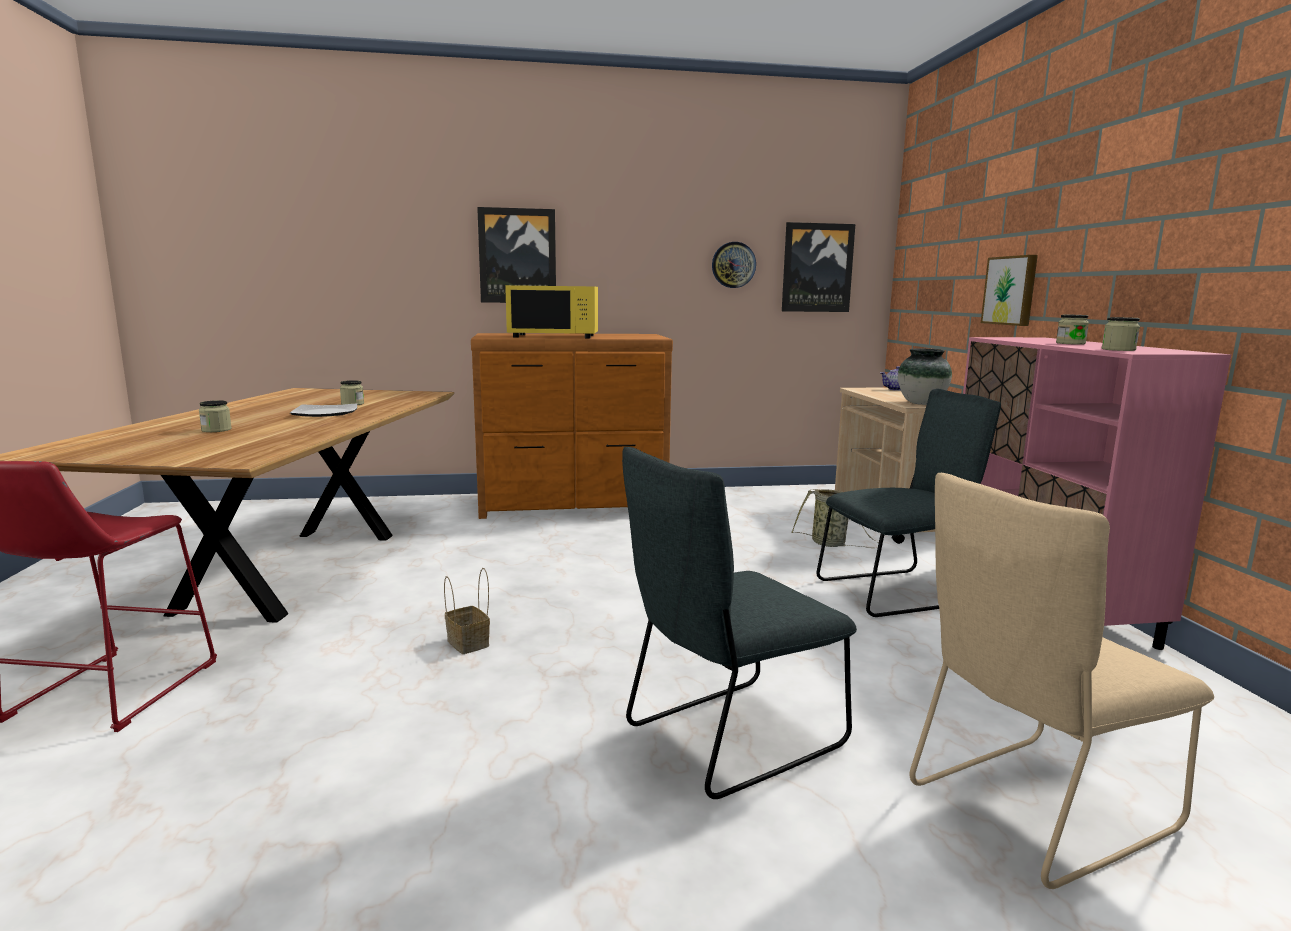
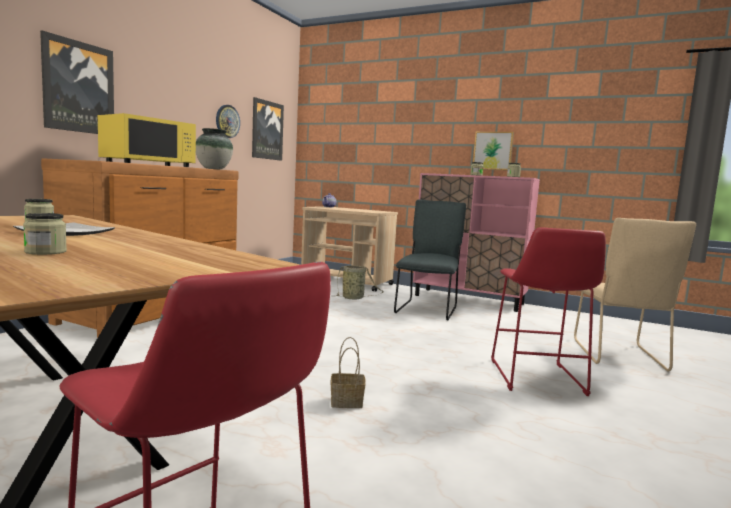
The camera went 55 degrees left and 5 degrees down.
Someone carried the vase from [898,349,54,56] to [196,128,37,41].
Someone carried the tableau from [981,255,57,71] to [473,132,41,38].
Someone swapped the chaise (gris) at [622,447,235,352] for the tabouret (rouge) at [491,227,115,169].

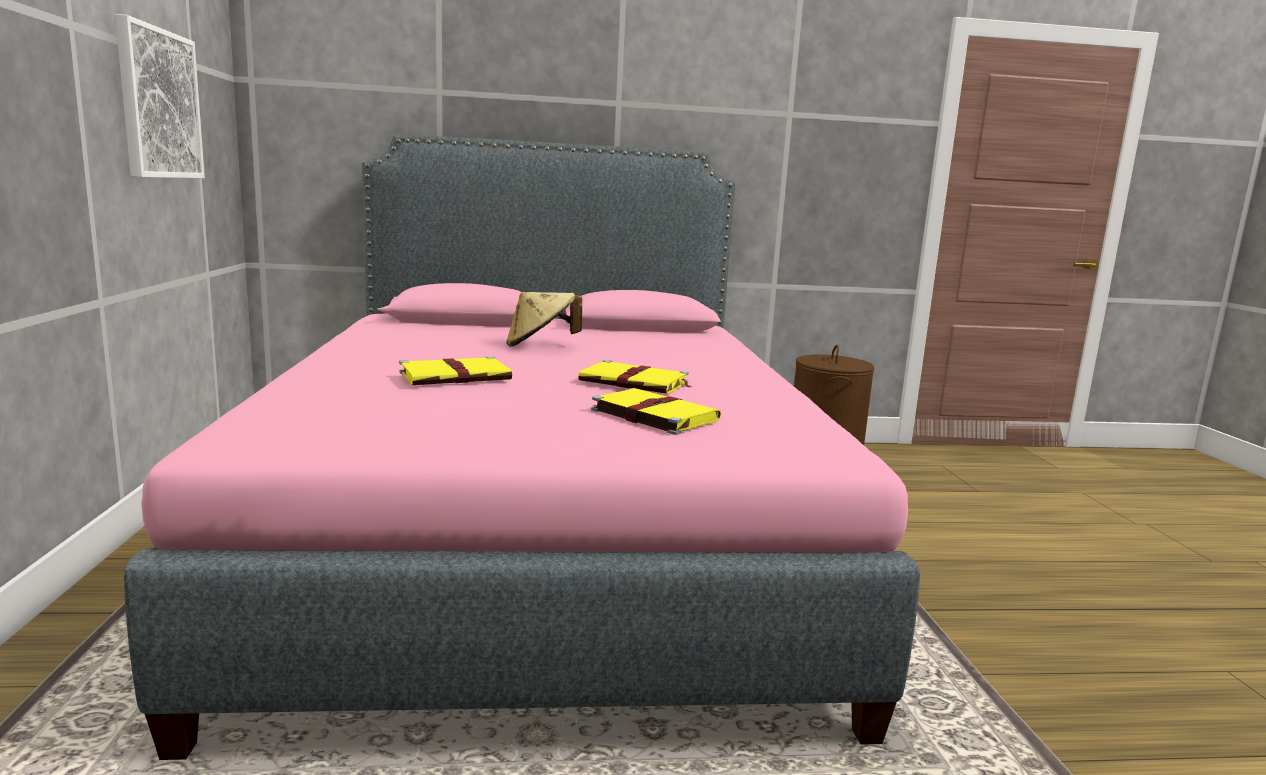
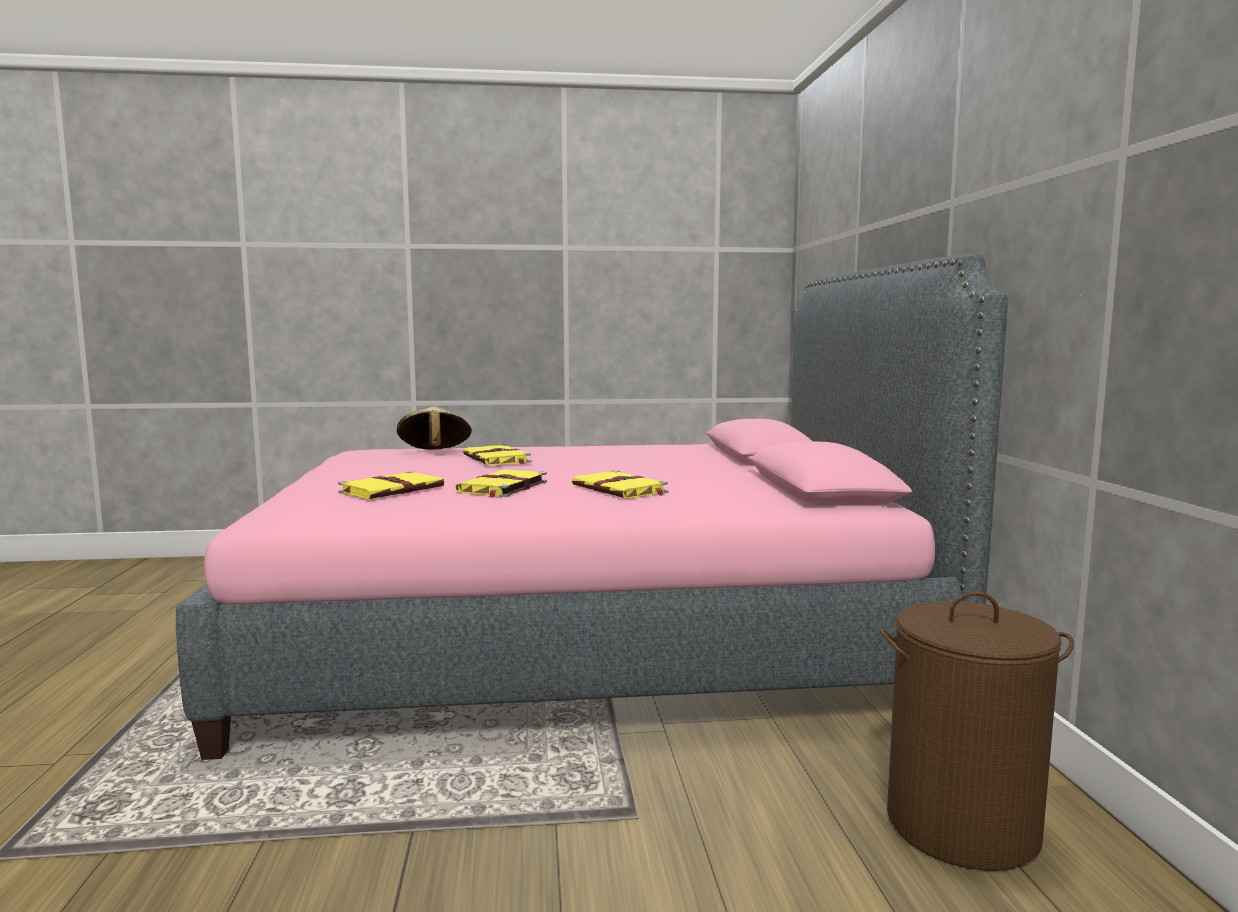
The camera went 90 degrees right and 5 degrees down.
Someone carried the chapeau (beige) from [506,292,76,54] to [397,406,75,44].
Someone put down the livre (jaune) at [572,470,96,29].
Someone took away the tableau at [115,14,90,164].

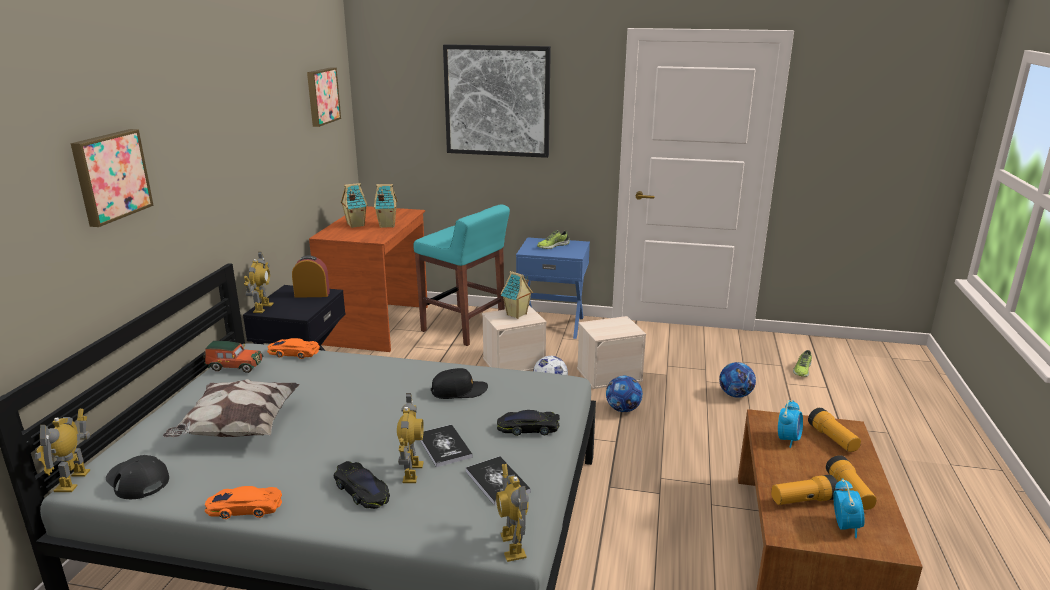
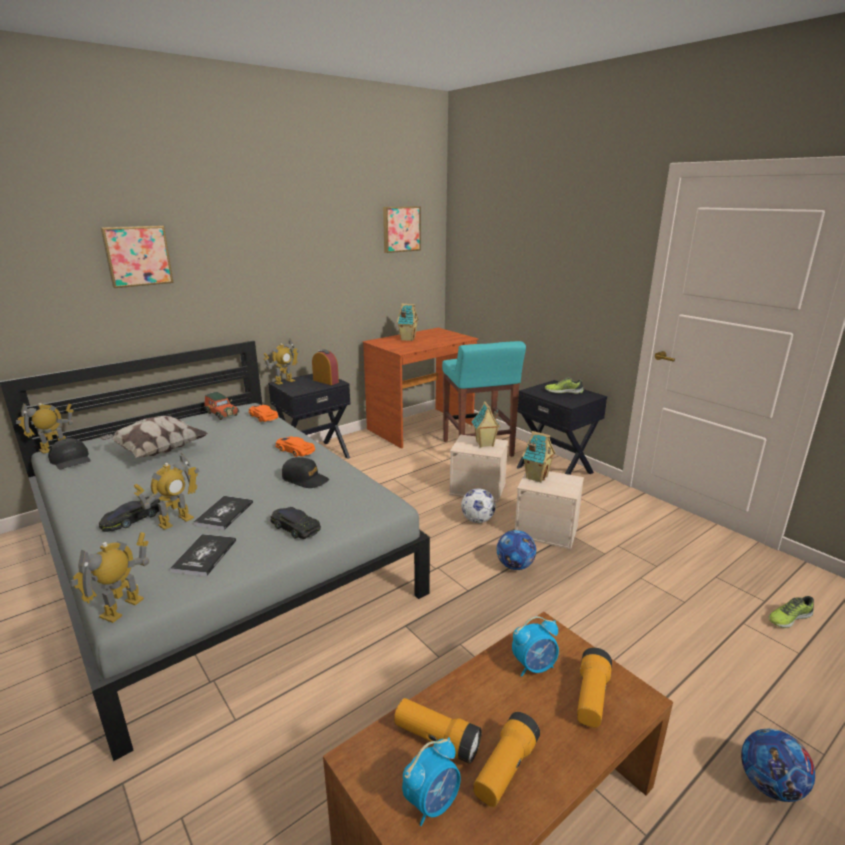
The camera went 40 degrees right and 0 degrees up.
Someone rotated the casquette (noir) at [106,455,63,44] by 150 degrees clockwise.
Someone rotated the petite voiture (noir) at [333,461,57,48] by 45 degrees clockwise.
Someone carried the petite voiture (orange) from [205,486,77,33] to [276,436,39,21].
Someone repainted the table de chevet (bleu) at [516,237,74,102], which became the table de chevet (noir) at [516,380,91,95].
Someone carried the maison miniature from [374,184,24,44] to [522,431,34,52].
Someone carried the ballon de foot from [719,362,37,36] to [741,729,74,73].
Someone took away the tableau at [443,44,108,114].

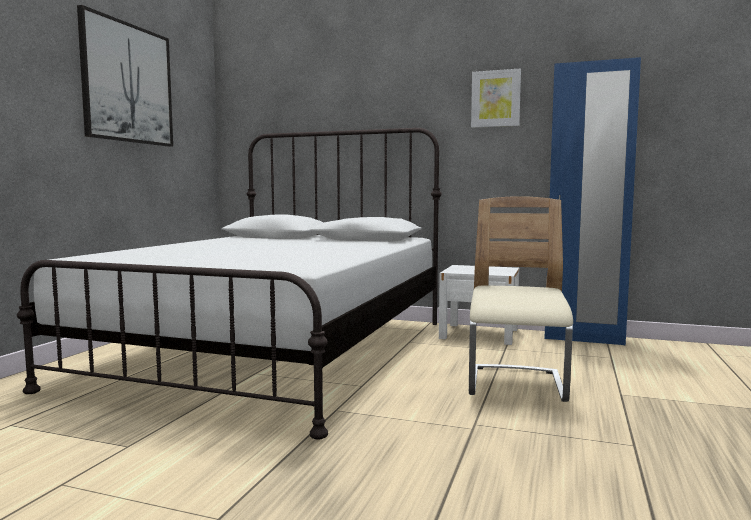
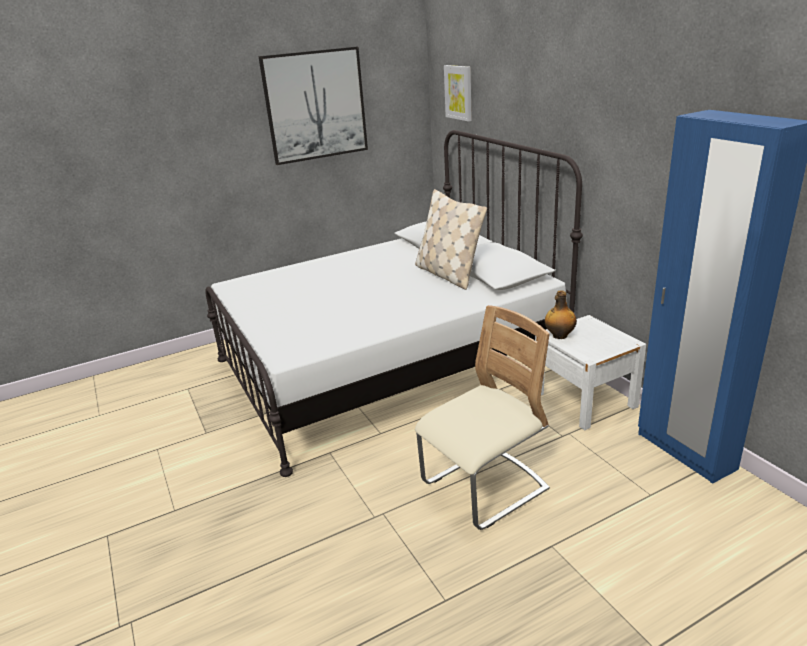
The camera went 45 degrees right and 20 degrees up.
Someone put down the coussin (beige) at [415,189,72,101].
Someone carried the tableau from [471,68,50,60] to [444,65,28,57].
Someone put down the bouteille at [545,290,32,49].

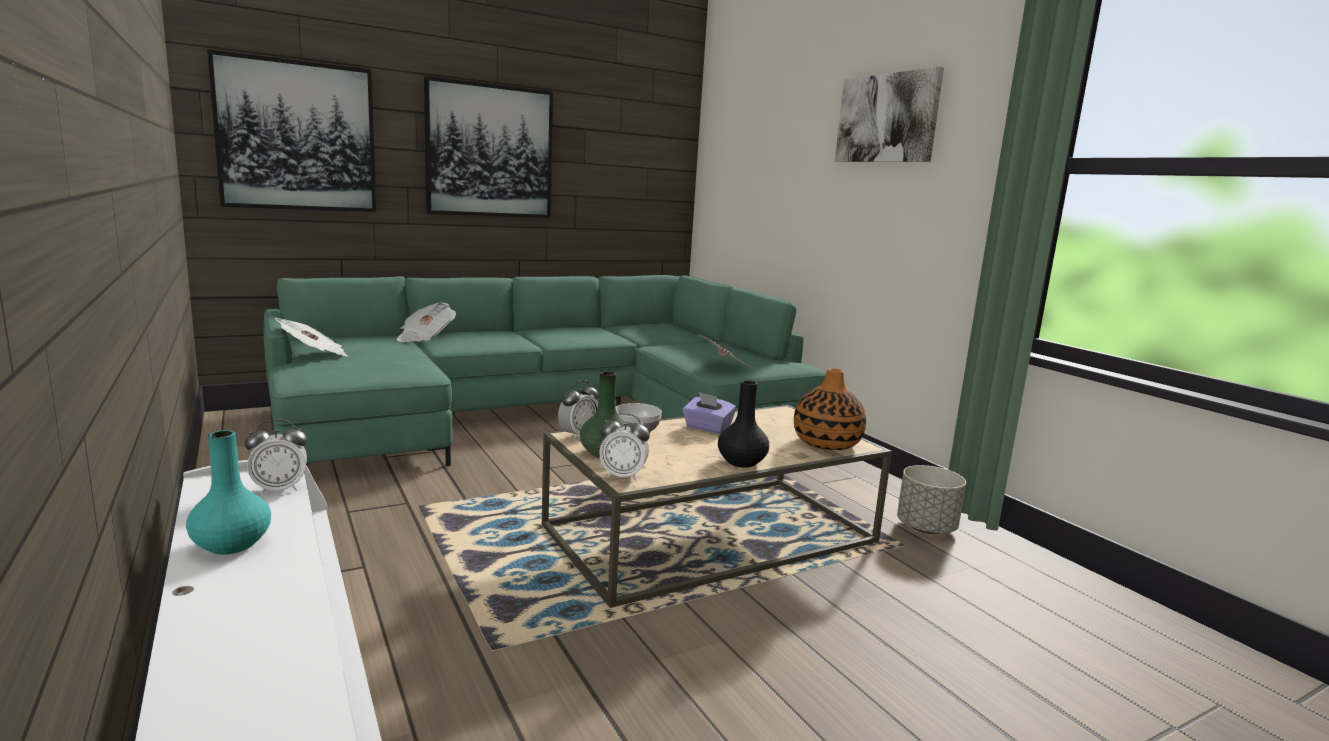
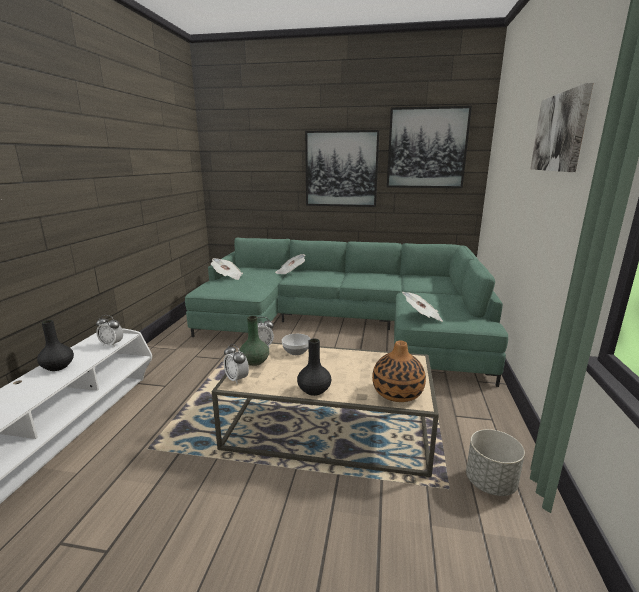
The camera went 40 degrees right and 5 degrees up.
Someone repainted the vase (turquoise) at [186,430,85,125], which became the vase (noir) at [37,320,37,51].
Someone carried the tableau from [207,49,169,163] to [387,106,85,82].
Someone took away the boîte à mouchoirs (violet) at [683,392,53,42].

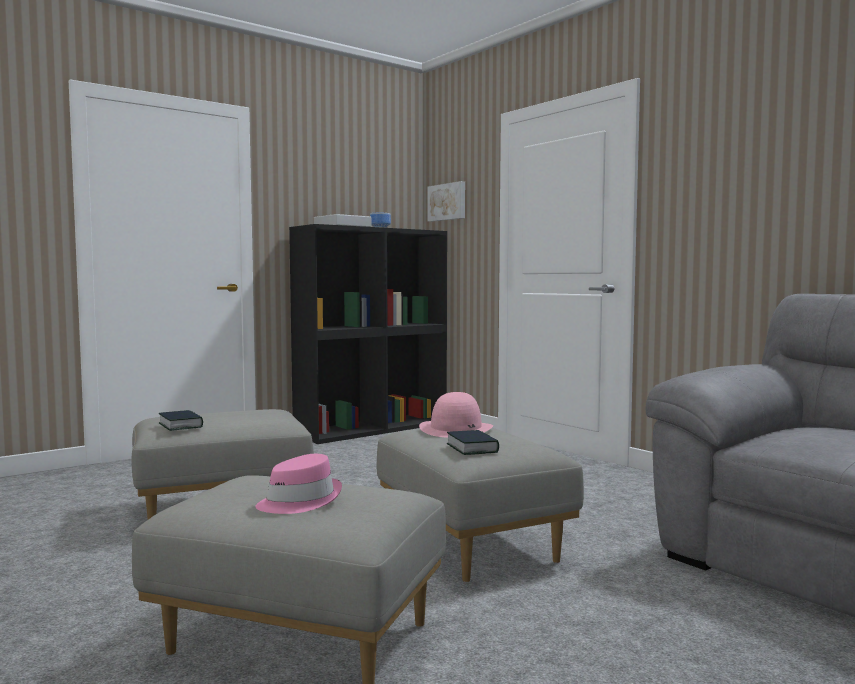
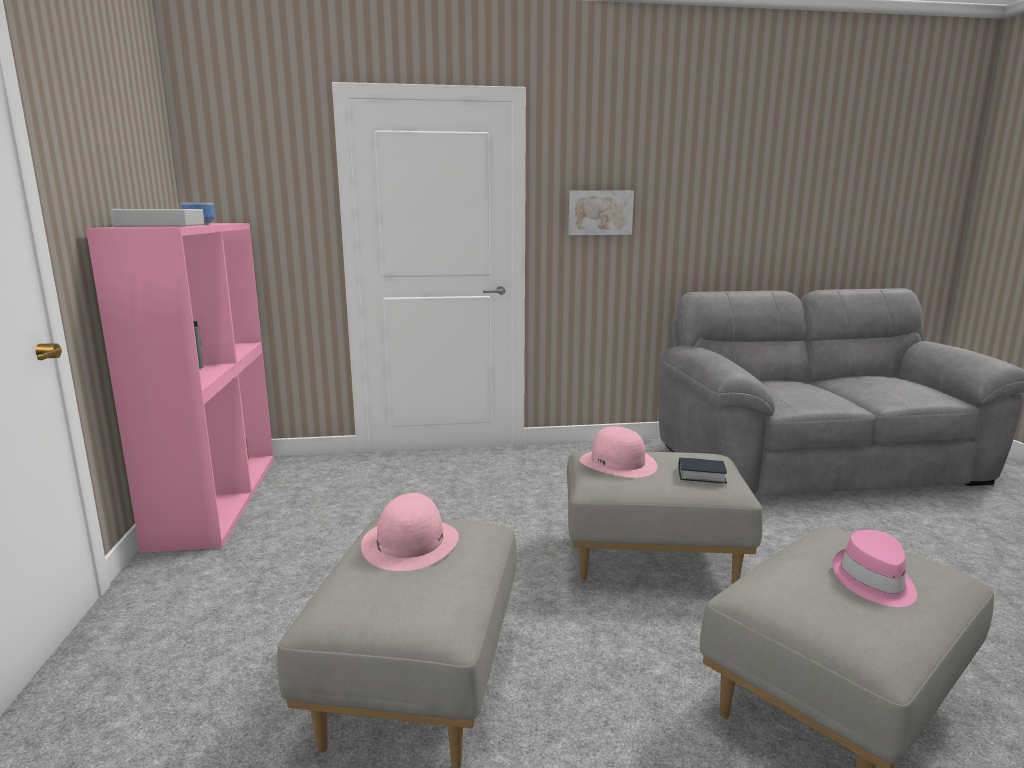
The camera went 60 degrees left and 10 degrees up.
Someone repainted the bibliothèque (noir) at [289,224,158,220], which became the bibliothèque (rose) at [86,223,188,330].
Someone put down the chapeau (rose) at [361,493,98,78].
Someone carried the tableau from [428,181,37,41] to [568,190,66,45].
Someone took away the livre at [159,410,44,21].

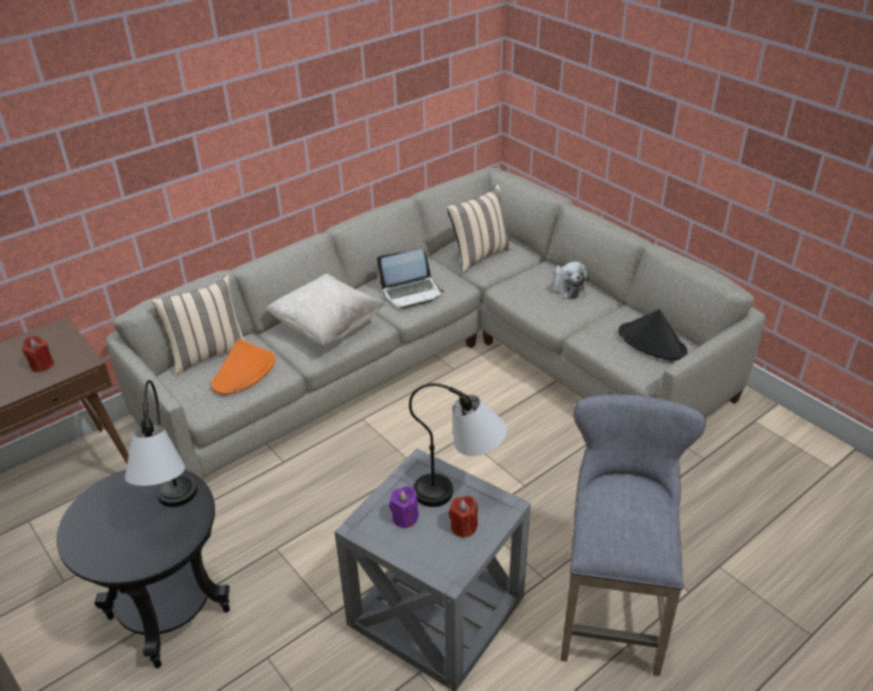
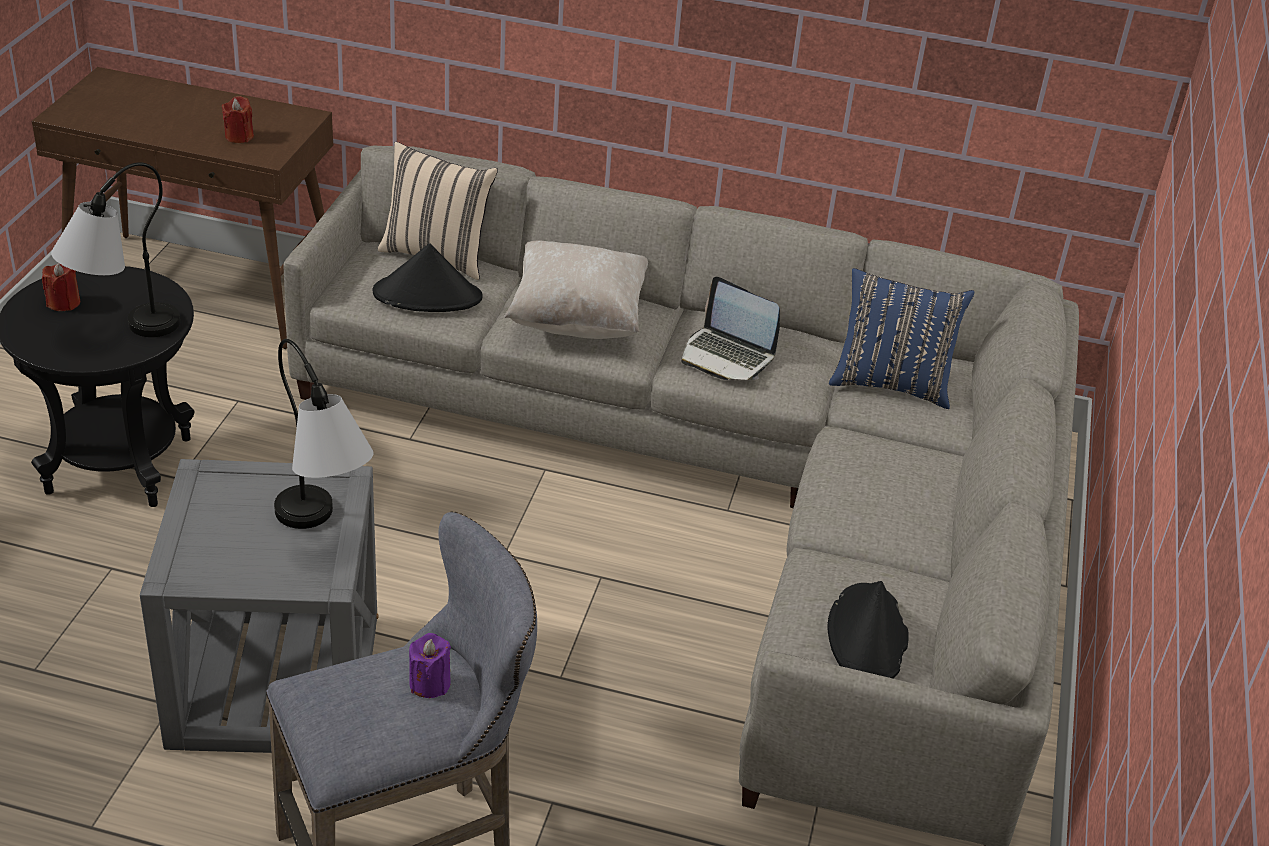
The camera went 50 degrees right and 0 degrees up.
Someone carried the bougie (rouge) from [449,495,29,43] to [42,263,38,48].
Someone repainted the chapeau (orange) at [211,339,64,55], which became the chapeau (noir) at [373,243,109,69].
Someone carried the bougie (violet) from [389,486,30,43] to [409,633,42,65].
Someone repainted the coussin (beige) at [447,184,66,89], which became the coussin (bleu) at [829,268,145,141].
Someone took away the peluche at [553,261,36,38].

